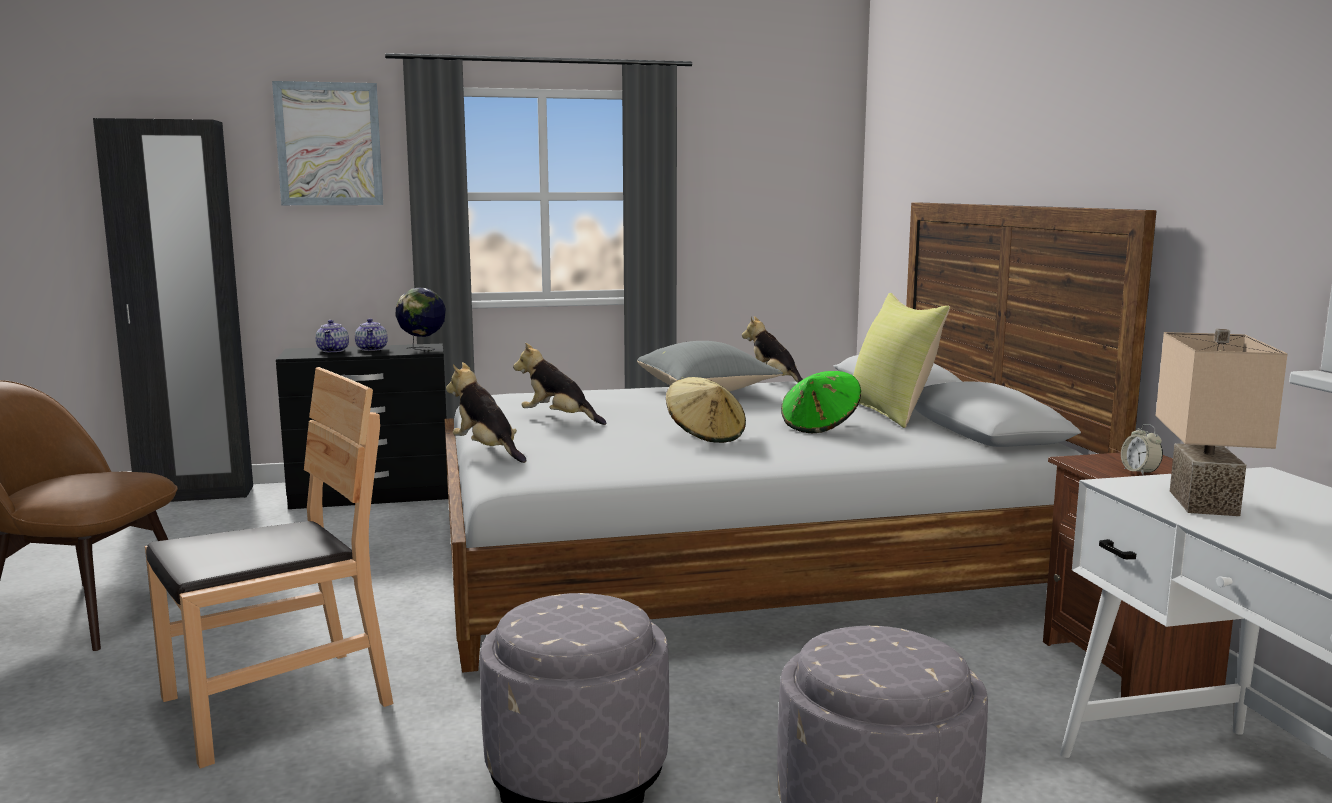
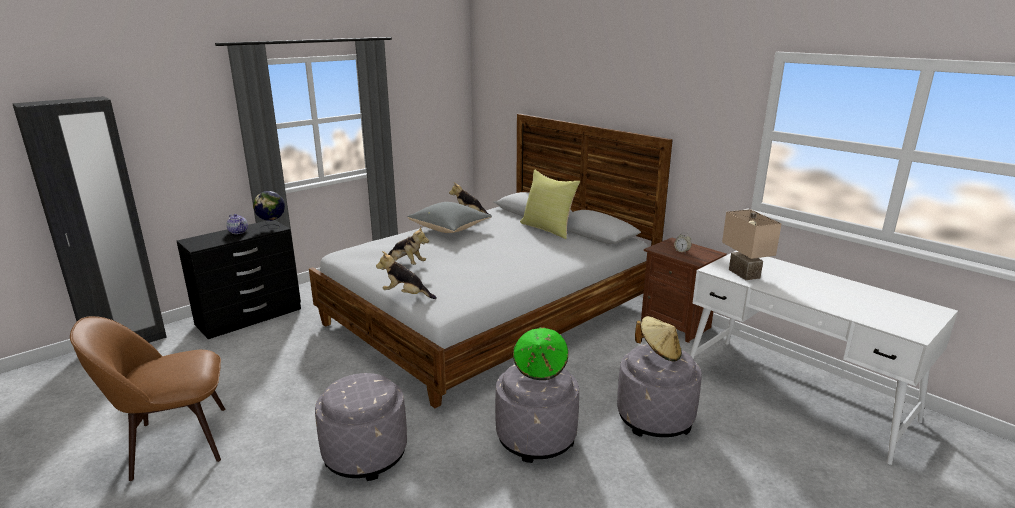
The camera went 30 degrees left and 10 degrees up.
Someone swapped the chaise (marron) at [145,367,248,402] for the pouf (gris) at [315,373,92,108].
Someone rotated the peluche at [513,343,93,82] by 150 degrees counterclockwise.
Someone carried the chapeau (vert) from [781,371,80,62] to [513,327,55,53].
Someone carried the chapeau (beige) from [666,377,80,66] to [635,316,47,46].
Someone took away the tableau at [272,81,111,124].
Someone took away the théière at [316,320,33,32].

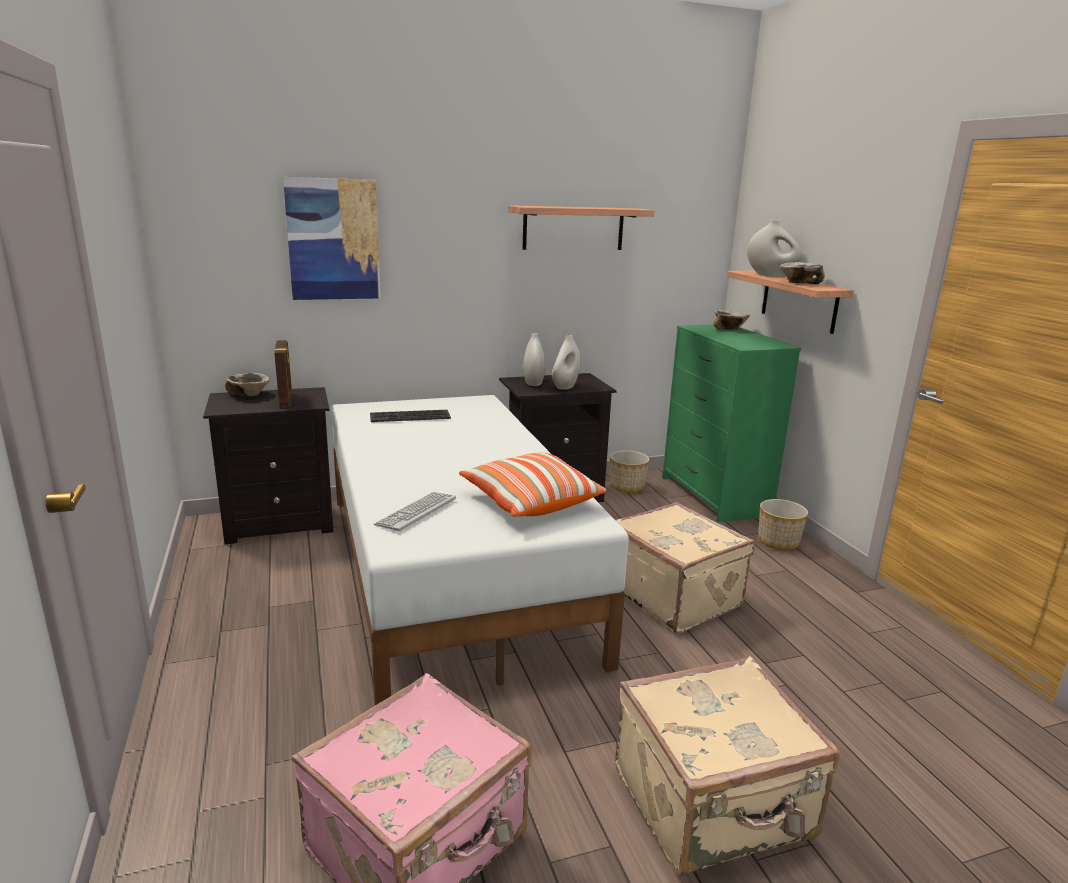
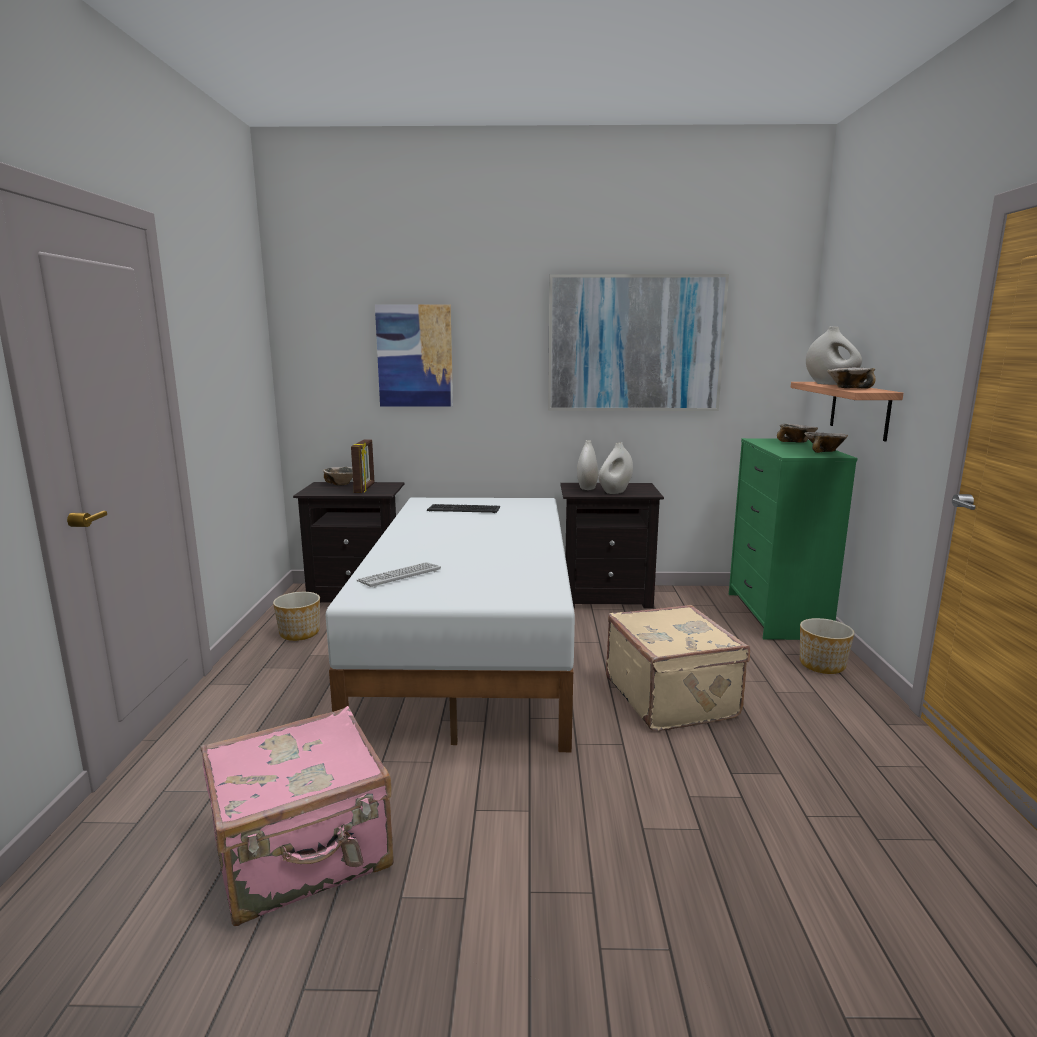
The camera went 20 degrees right and 5 degrees down.
Someone carried the cache-pot from [610,450,40,43] to [273,592,47,49].
Someone swapped the étagère at [508,205,147,45] for the tableau at [548,274,181,137].
Someone put down the bol at [804,432,44,21].
Someone took away the coussin at [459,453,147,64].
Someone took away the valise (beige) at [615,656,225,220].

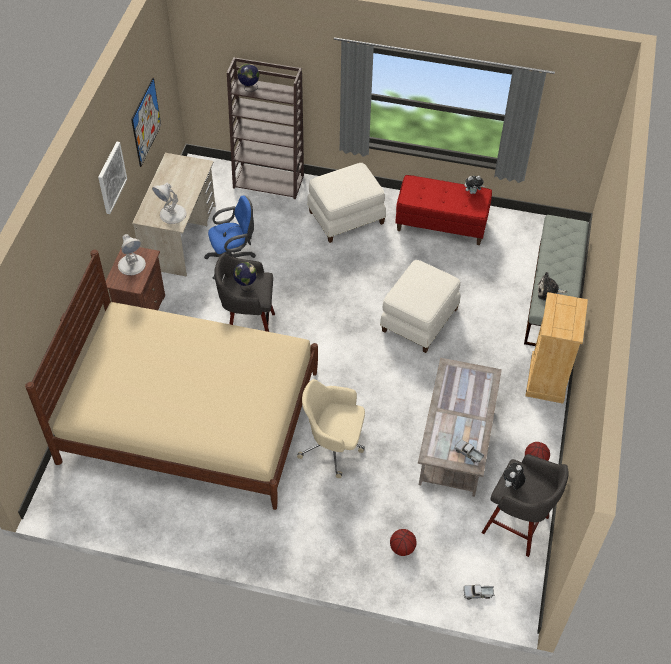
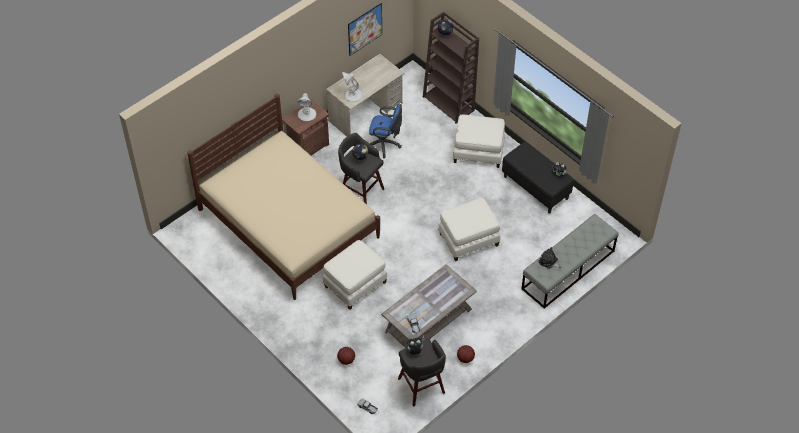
The camera went 35 degrees right and 0 degrees up.
Someone swapped the chaise de bureau (beige) at [297,379,68,99] for the pouf (blanc) at [323,240,64,70].
Someone repainted the banc (rouge) at [395,175,97,70], which became the banc (noir) at [502,142,72,72].
Someone took away the tableau at [98,142,29,72].
Someone took away the commode (beige) at [525,292,63,112].

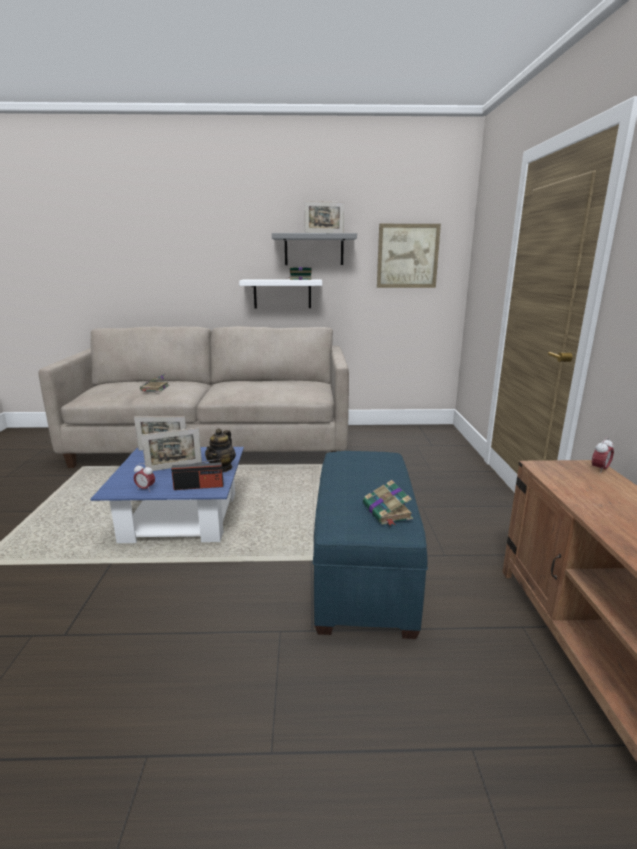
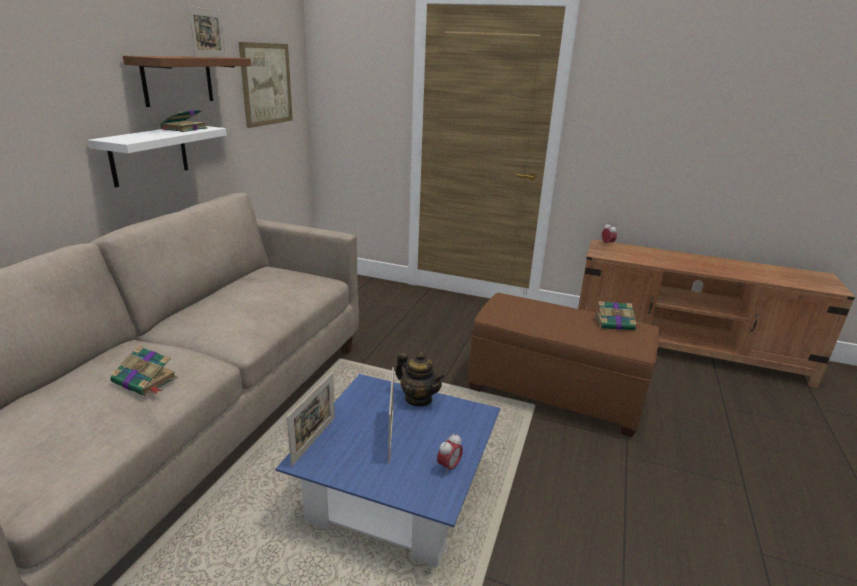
The camera went 70 degrees left and 5 degrees up.
Someone repainted the étagère (gris) at [272,233,85,32], which became the étagère (marron) at [123,56,128,51].
Someone repainted the pouf (bleu) at [313,451,115,188], which became the pouf (marron) at [468,293,191,144].
Someone took away the radio at [171,459,52,31].

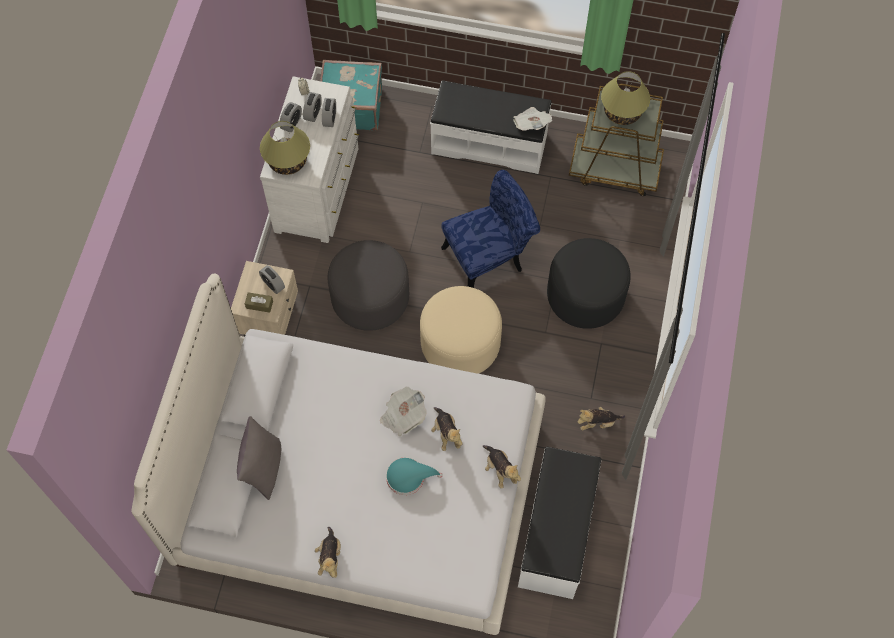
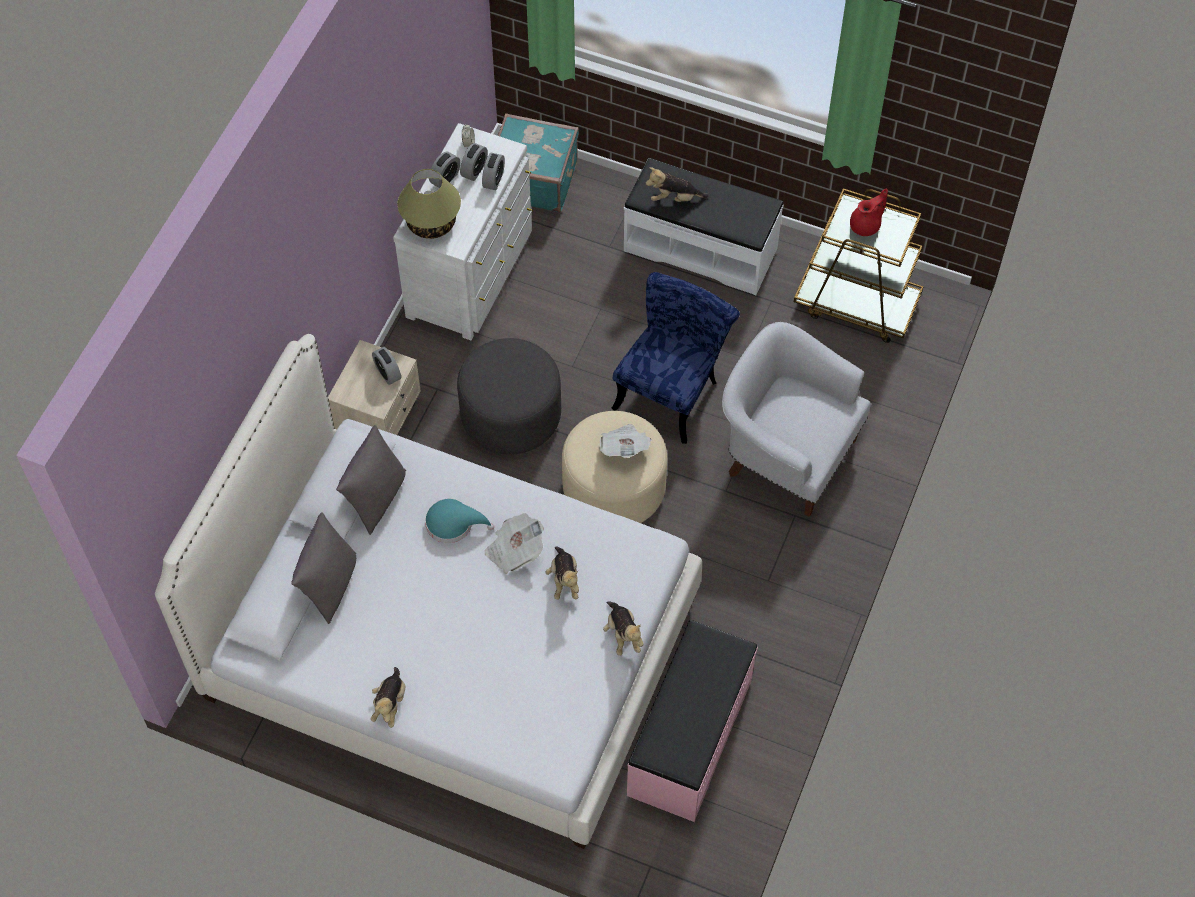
The camera went 10 degrees right and 5 degrees down.
Someone put down the coussin (gris) at [336,425,70,110].
Someone carried the chapeau (turquoise) from [386,457,57,38] to [425,499,69,44].
Someone carried the journal from [513,107,39,24] to [599,424,53,34].
Someone rotated the chaise (bleu) at [441,170,99,118] by 45 degrees counterclockwise.
Someone repainted the banc (blanc) at [518,447,83,152], which became the banc (rose) at [627,620,131,202].
Someone carried the peluche from [577,407,48,23] to [646,167,63,35].
Someone swapped the pouf (noir) at [547,238,84,91] for the fauteuil (blanc) at [722,322,149,195].
Someone swapped the lampe de table at [601,71,49,54] for the théière (rouge) at [850,188,38,48].
Someone took away the boîte à mouchoirs (marron) at [245,292,28,21].

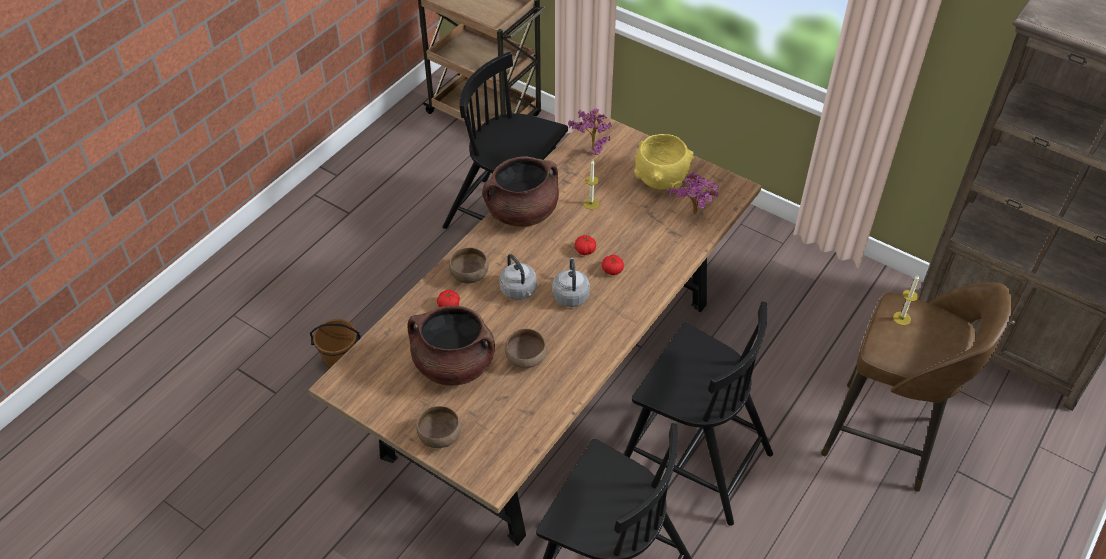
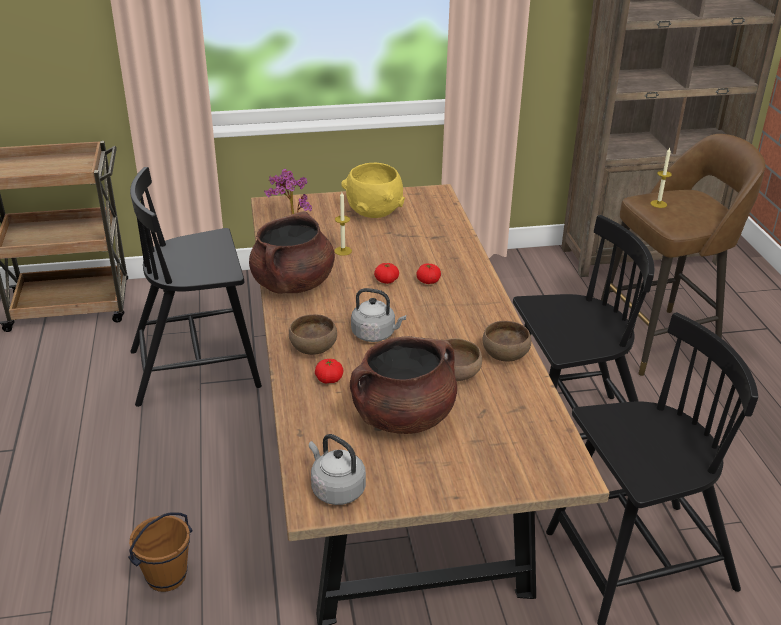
The camera went 45 degrees left and 15 degrees down.
Someone carried the bouilloire (gris) from [552,258,38,49] to [309,434,57,71].
Someone carried the bol (marron) from [416,406,45,42] to [482,321,49,40].
Someone took away the plante en pot at [668,172,51,42].

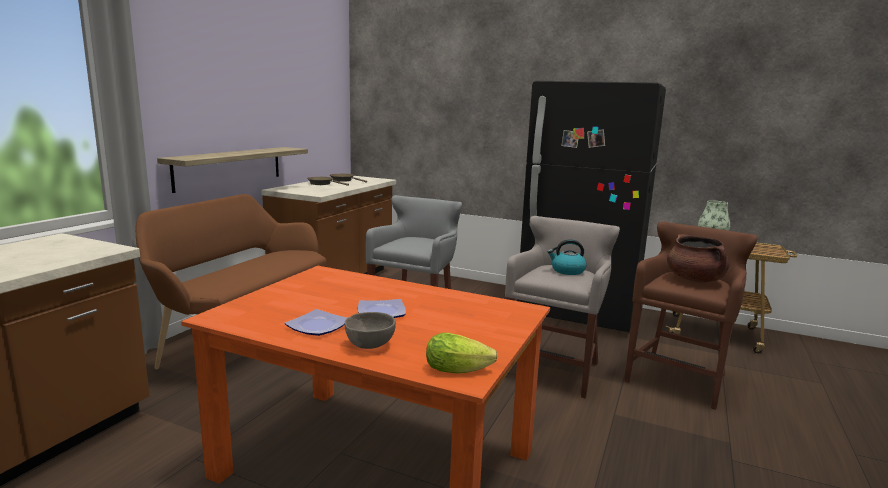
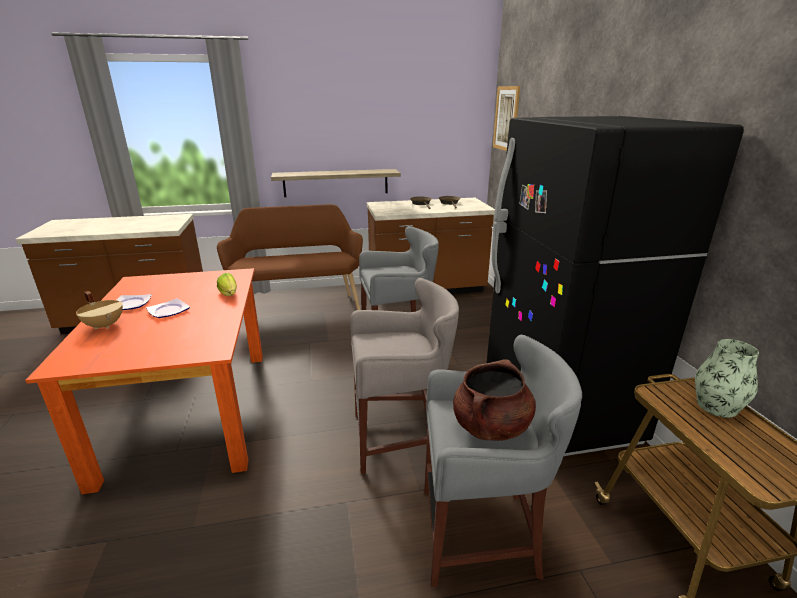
The camera went 55 degrees right and 10 degrees up.
Someone swapped the bol (gris) at [345,312,51,37] for the marmite (beige) at [76,291,47,38].
Someone carried the laitue from [426,333,72,41] to [217,273,20,23].
Someone repainted the tabouret (marron) at [624,221,134,189], which became the tabouret (gris) at [424,335,158,252].
Someone put up the tableau at [493,86,27,65].
Someone took away the bouilloire at [548,239,39,36].

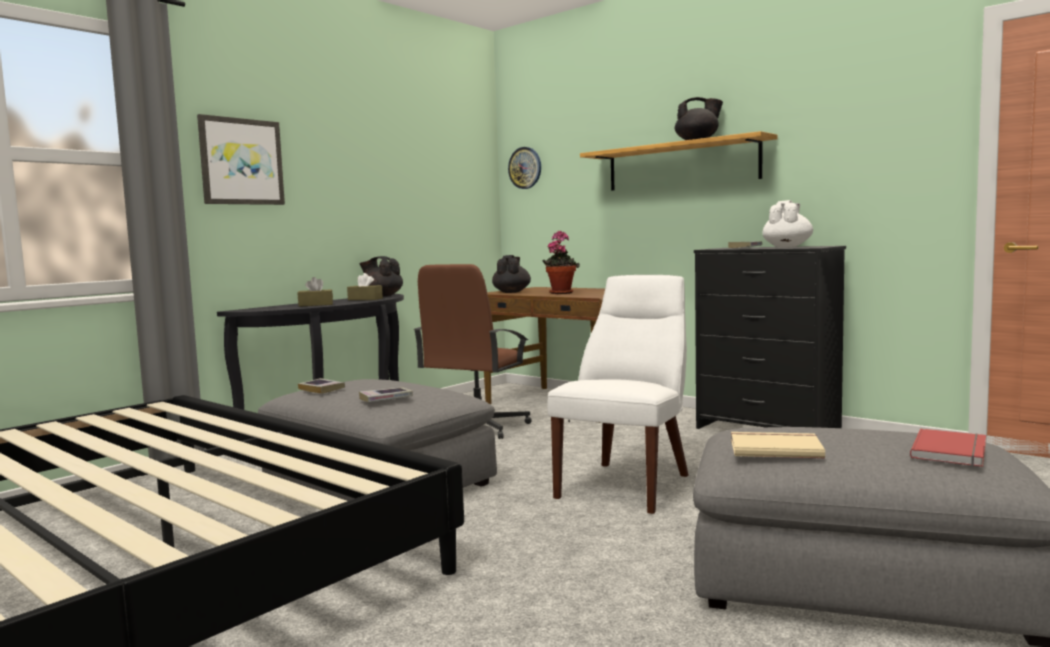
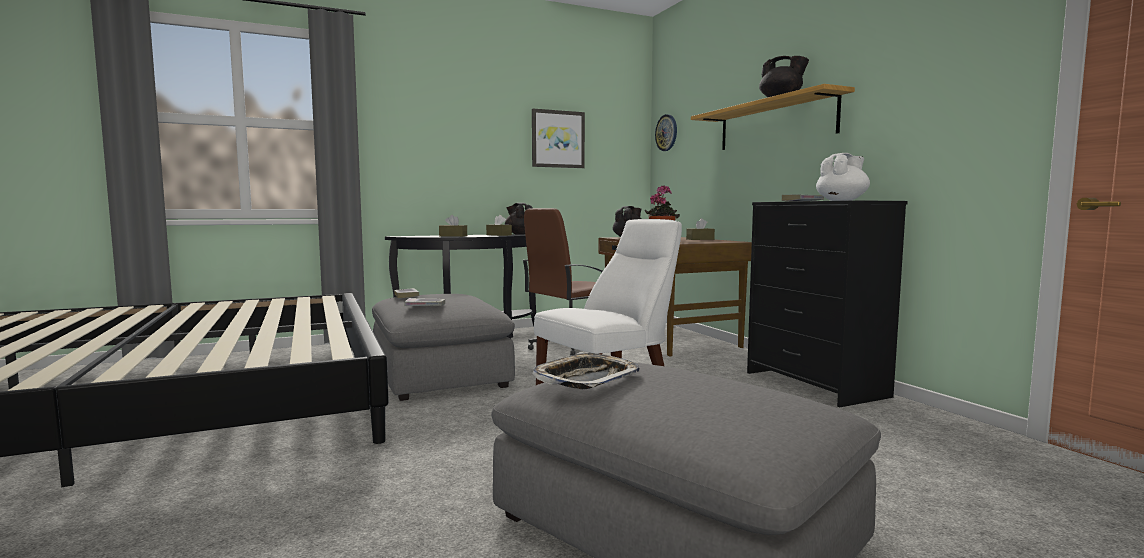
The camera went 25 degrees right and 0 degrees up.
Someone carried the tableau from [197,114,88,91] to [532,109,53,59].
Someone swapped the livre (beige) at [731,432,94,27] for the plateau at [532,352,108,37].
Someone put down the boîte à mouchoirs (marron) at [686,218,29,22].
Someone took away the livre (rouge) at [910,429,76,38].

